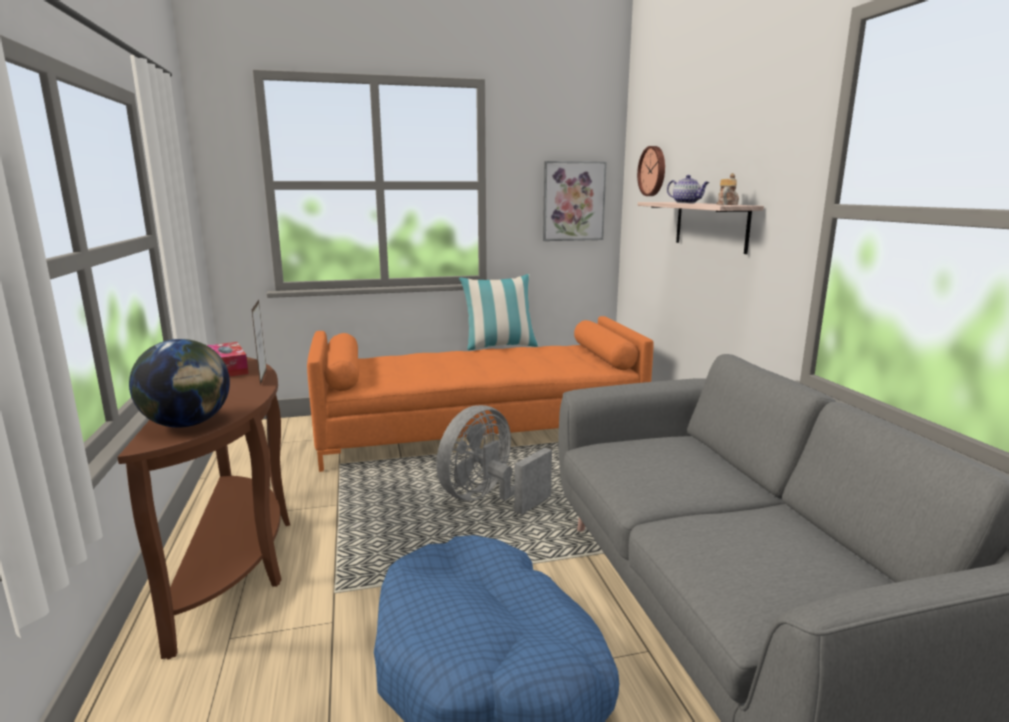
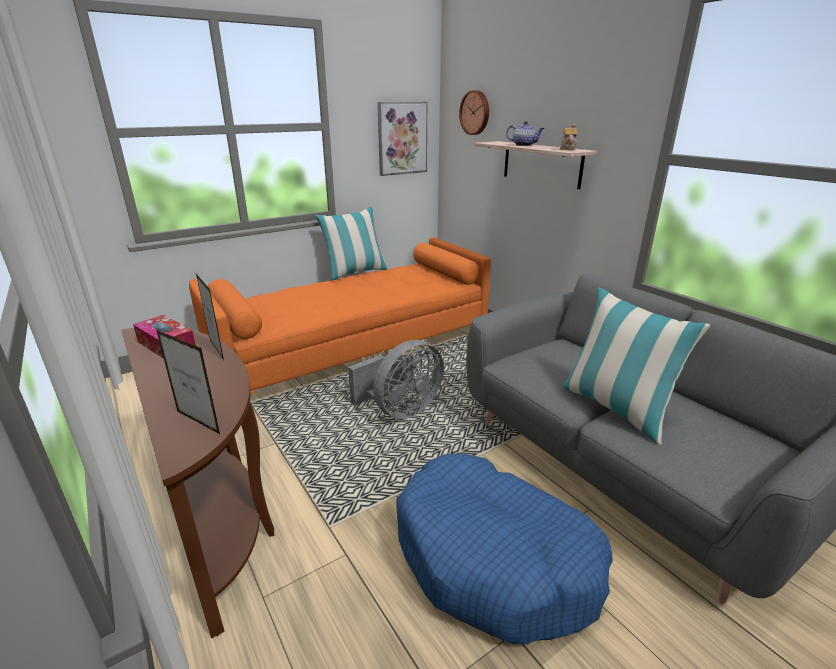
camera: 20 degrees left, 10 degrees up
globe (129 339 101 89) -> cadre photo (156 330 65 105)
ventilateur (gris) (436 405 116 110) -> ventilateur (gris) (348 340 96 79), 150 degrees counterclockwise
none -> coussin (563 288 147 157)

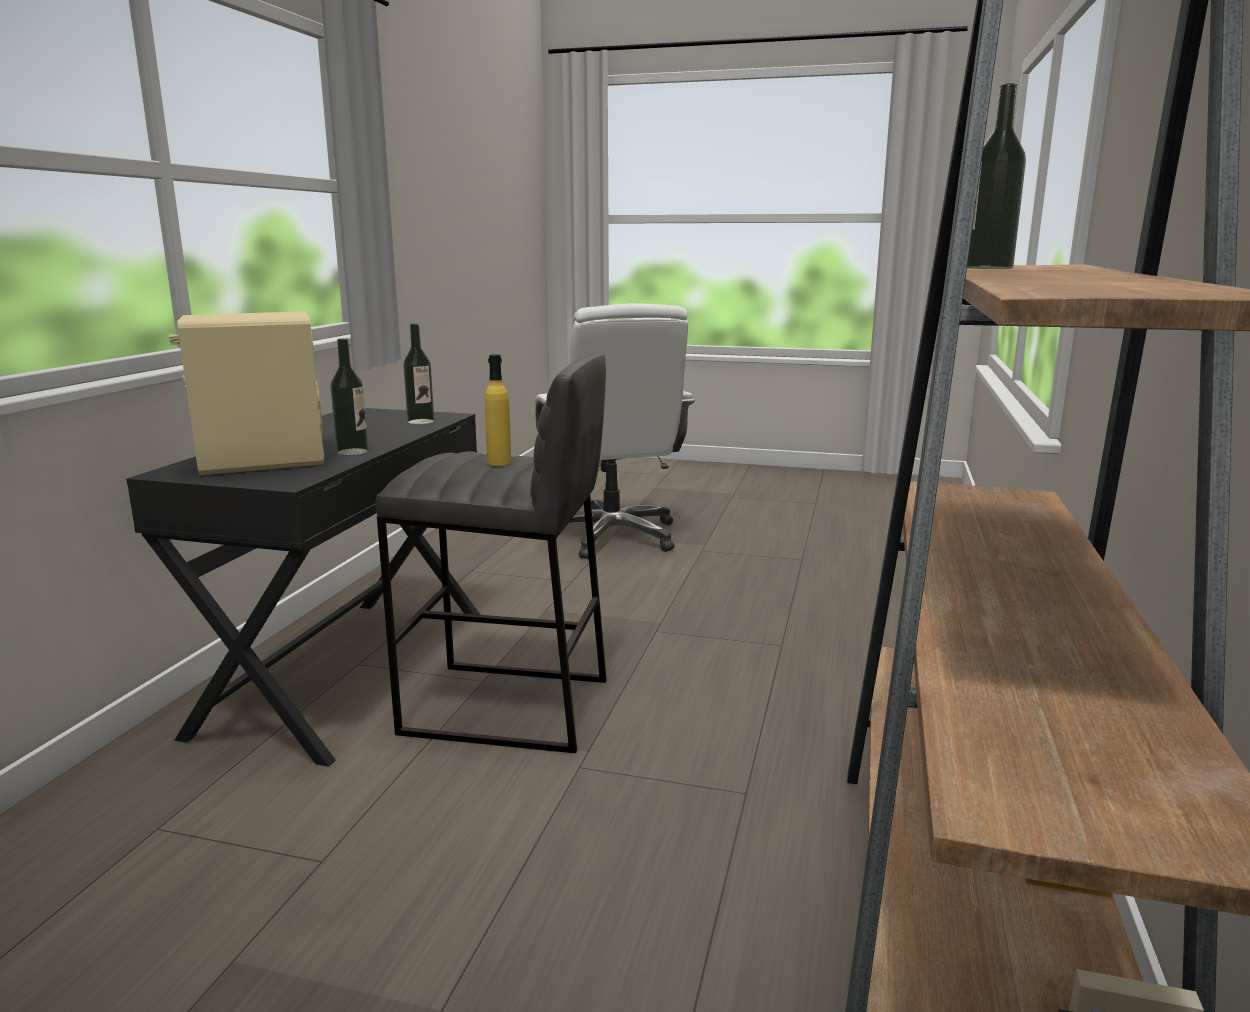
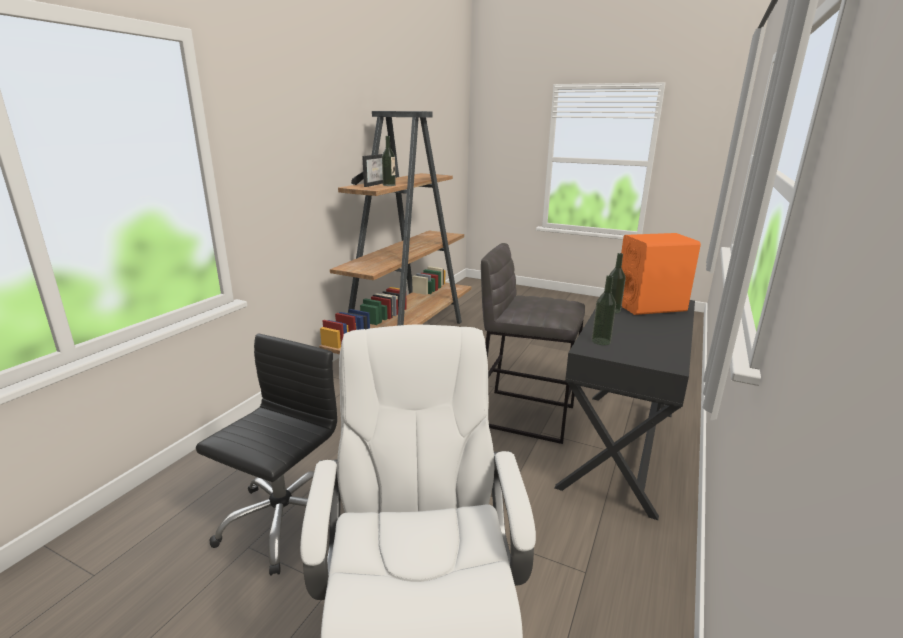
camera: 170 degrees left, 5 degrees up
none -> chaise de bureau (noir) (196 334 145 242)
none -> cadre photo (351 154 32 33)
enceinte (beige) (169 311 155 164) -> enceinte (orange) (621 233 80 82)
bouteille (jaune) (485 354 26 112) -> none

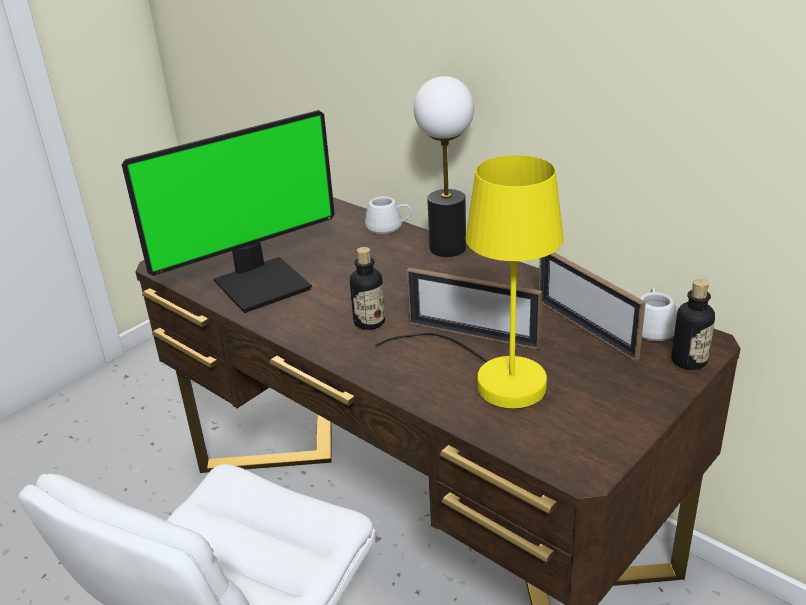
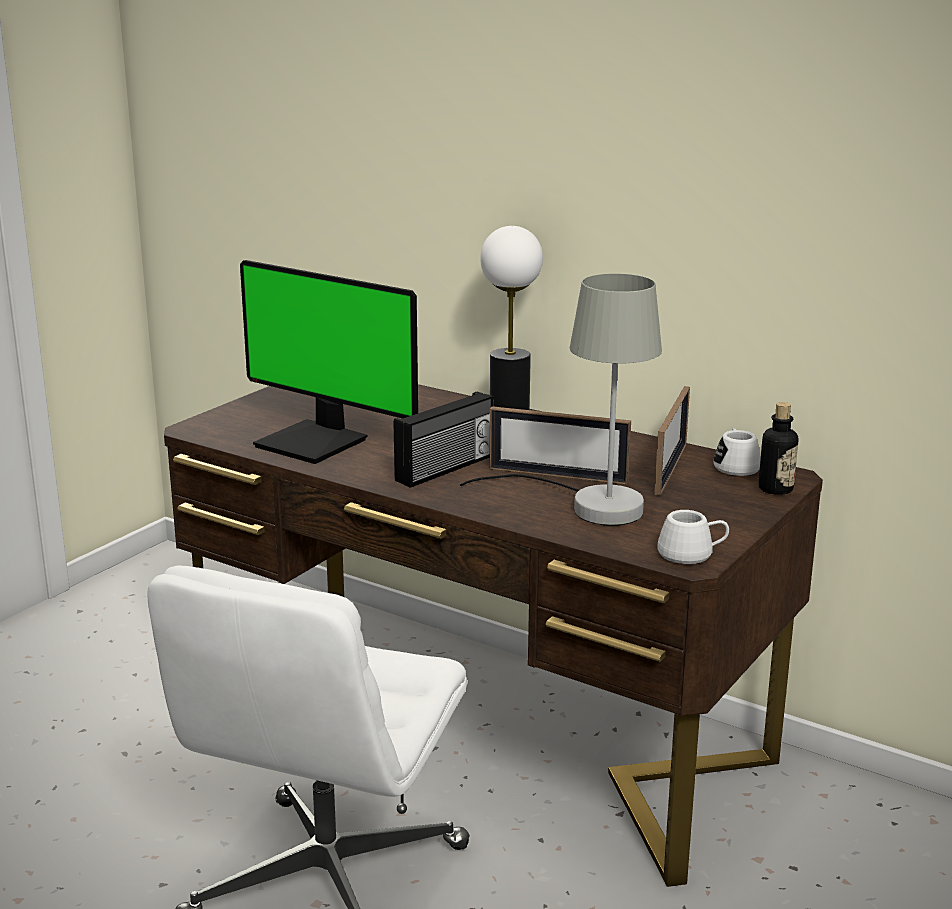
camera: 10 degrees left, 10 degrees down
écran d'ordinateur (122 110 213 203) -> écran d'ordinateur (240 260 178 204), 75 degrees clockwise
bouteille (350 247 35 83) -> radio (394 392 100 96)
lampe de table (jaune) (375 155 189 254) -> lampe de table (gris) (460 274 202 252)
cadre photo (539 252 107 109) -> cadre photo (654 386 36 110), 120 degrees counterclockwise
mug (blanc) (365 196 47 38) -> mug (blanc) (657 510 72 54), move

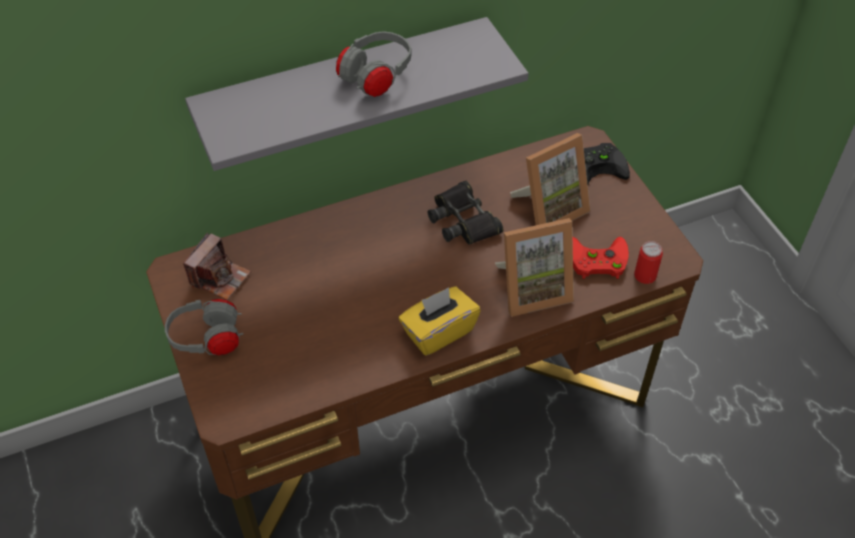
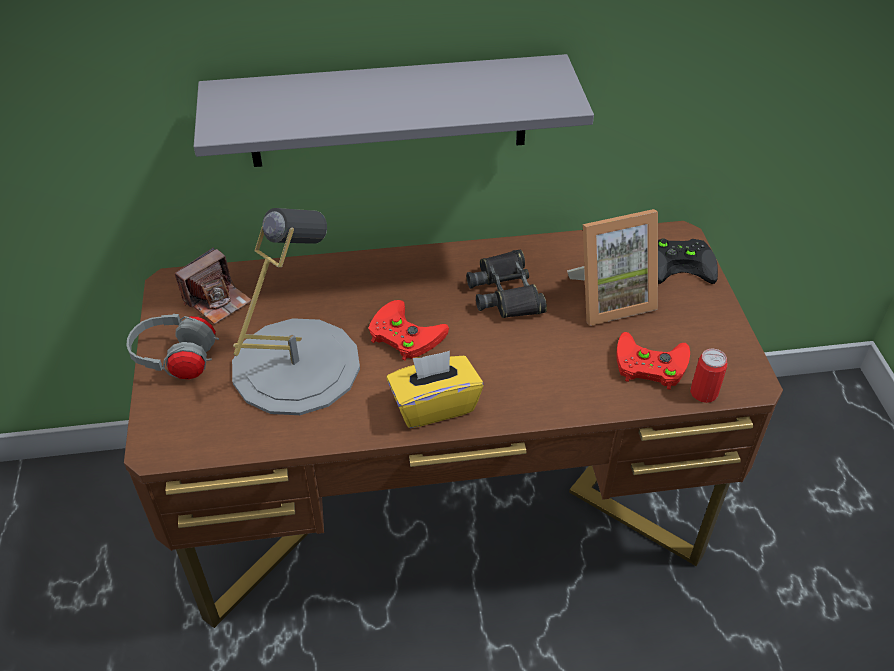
camera: 15 degrees right, 5 degrees down
none -> lampe de table (gris) (232 208 128 207)
none -> manette (rouge) (369 300 80 61)
casque audio (gris) (336 31 75 66) -> none
cadre photo (495 218 79 99) -> none

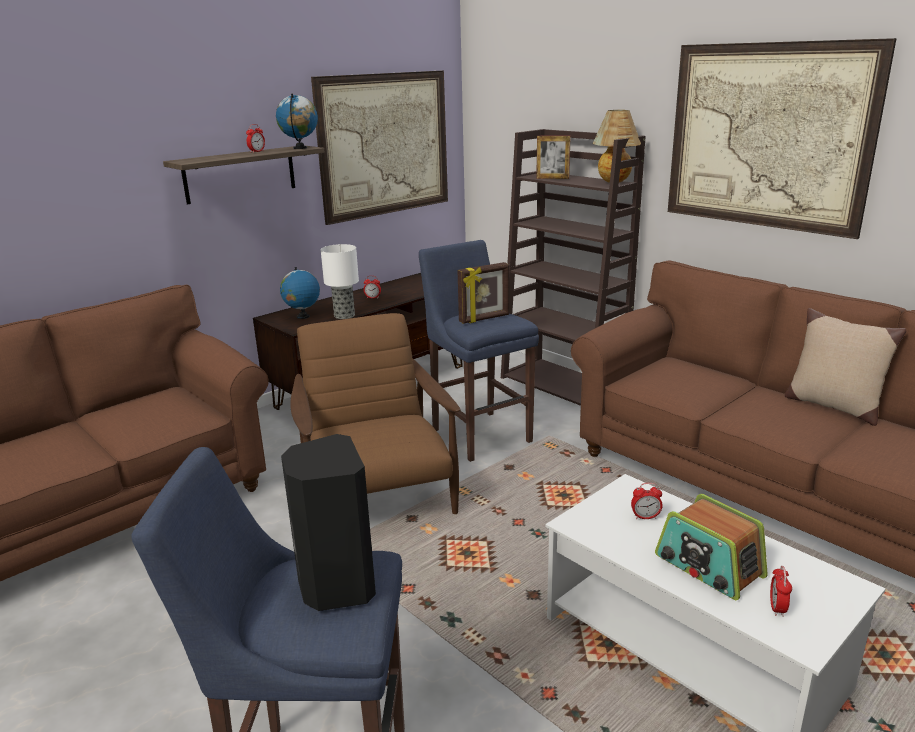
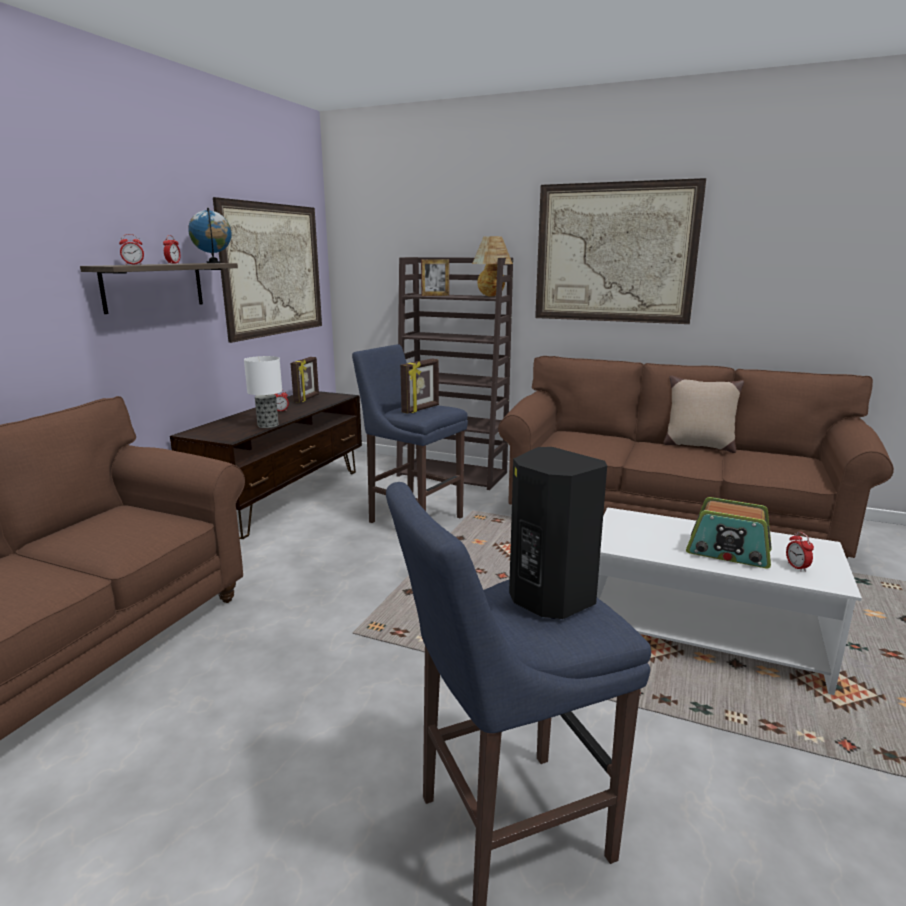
camera: 25 degrees left, 5 degrees down
réveil (631 483 32 36) -> réveil (119 234 25 31), move
none -> cadre photo (290 357 29 46)
globe (280 267 40 52) -> none
fauteuil (marron) (291 313 170 201) -> none

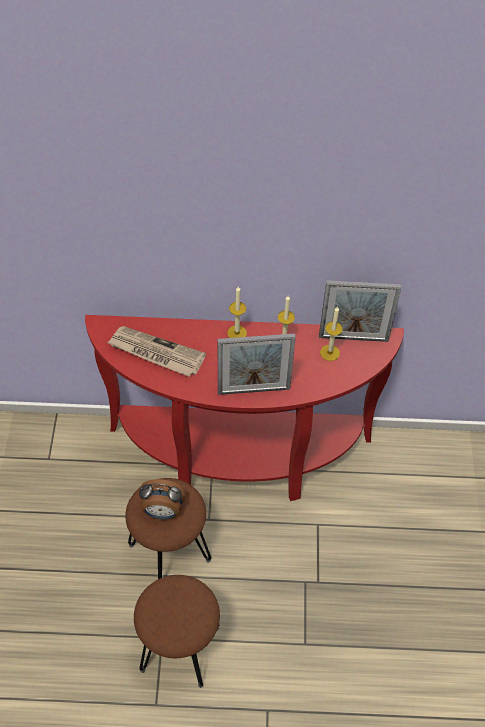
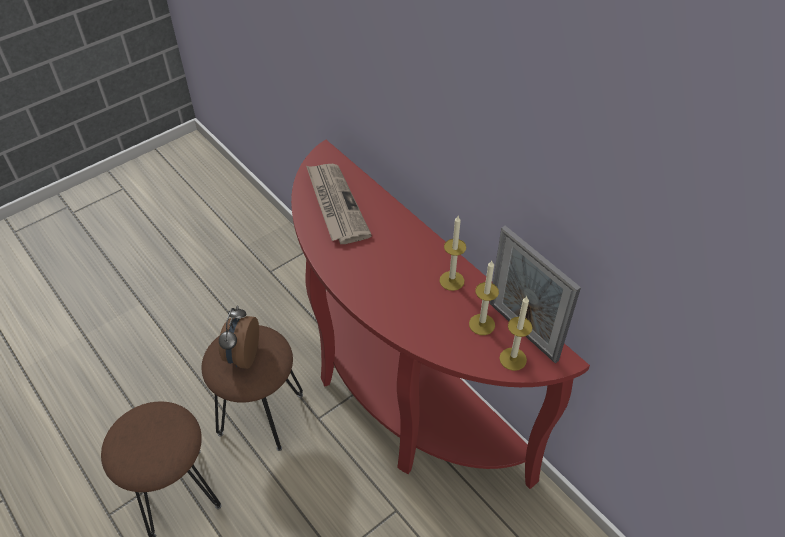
camera: 50 degrees right, 5 degrees down
réveil (139 479 47 40) -> réveil (219 306 40 63), 45 degrees clockwise
bougie (227 286 20 52) -> bougie (499 296 34 75), move
cadre photo (218 334 78 61) -> none

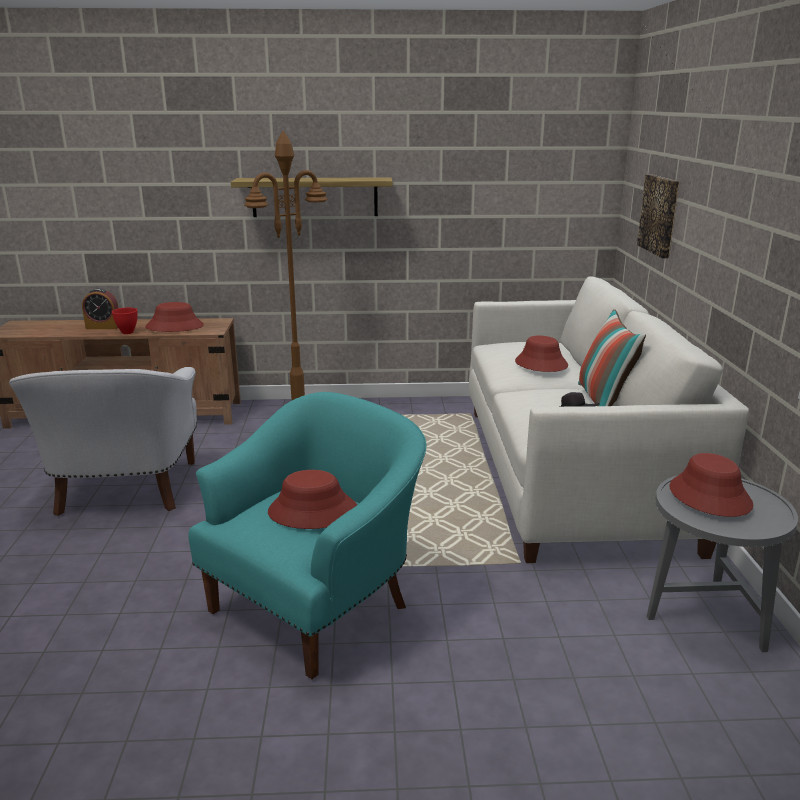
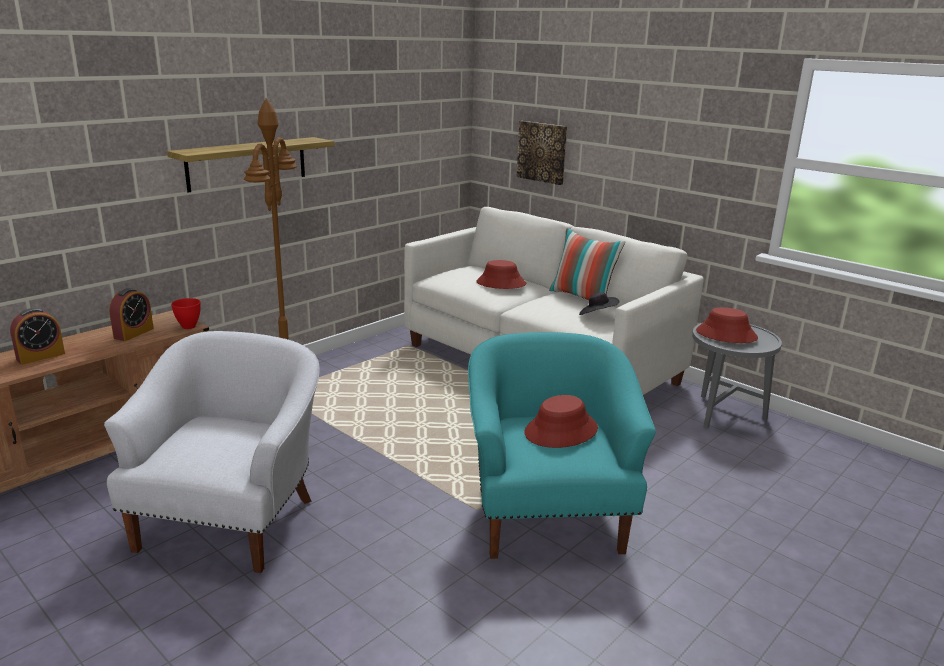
camera: 45 degrees left, 0 degrees up
fauteuil (blanc) (9 367 188 149) -> fauteuil (blanc) (104 331 215 242), 120 degrees counterclockwise
chapeau (rouge) (145 302 59 30) -> réveil (109 288 45 53)
bol (rouge) (112 308 25 26) -> bol (rouge) (171 298 30 31), move

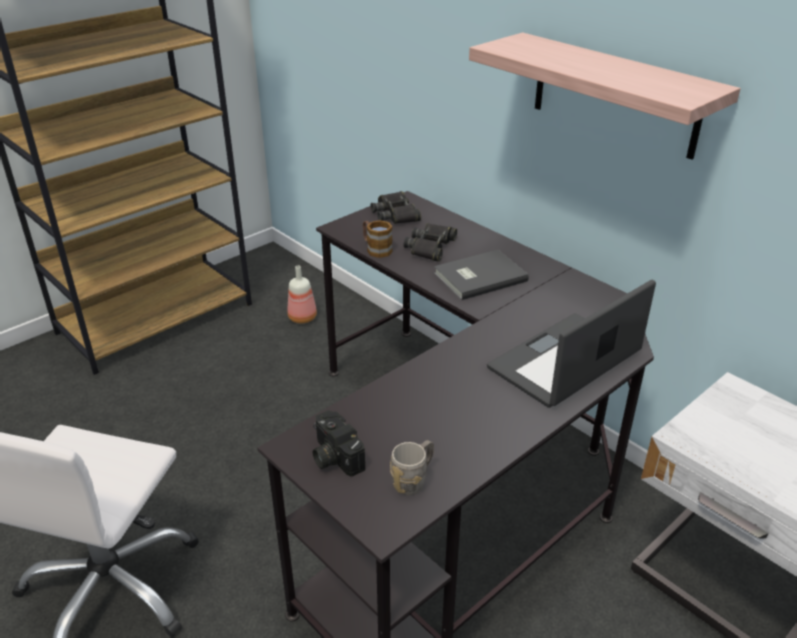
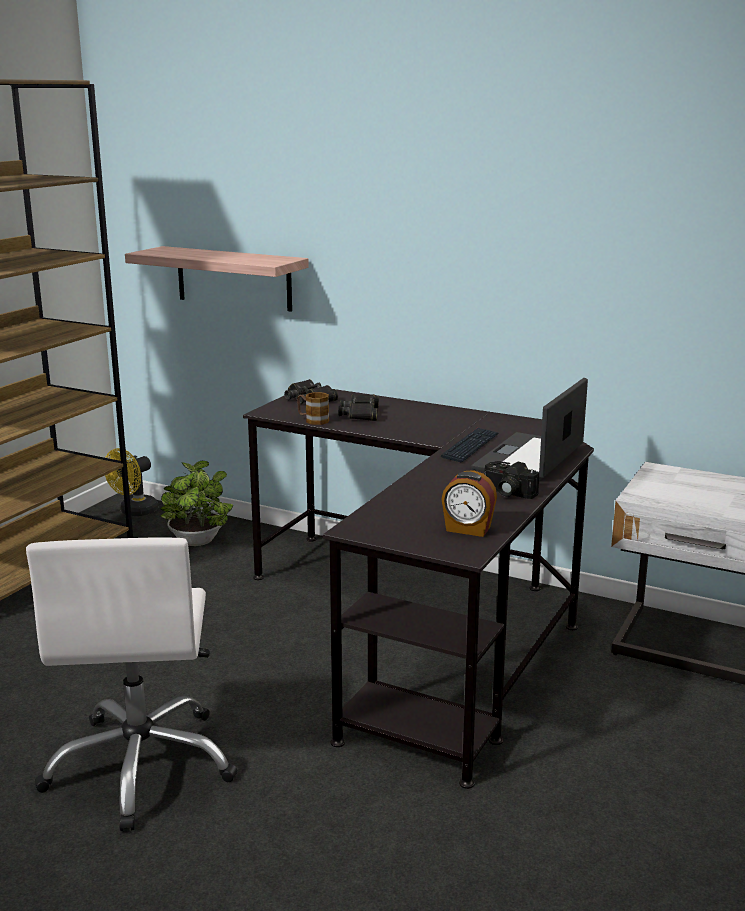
camera: 20 degrees left, 15 degrees down
none -> ventilateur (jaune) (105 448 53 68)
étagère (469 32 272 128) -> étagère (125 246 184 66), move
bouteille (287 266 30 57) -> plante en pot (160 461 73 85)
none -> clavier (441 428 57 34)
mug (gris) (390 440 44 55) -> réveil (441 470 56 67)
appareil photo (313 410 52 67) -> appareil photo (484 461 55 38), move
livre (gris) (434 249 95 51) -> none

